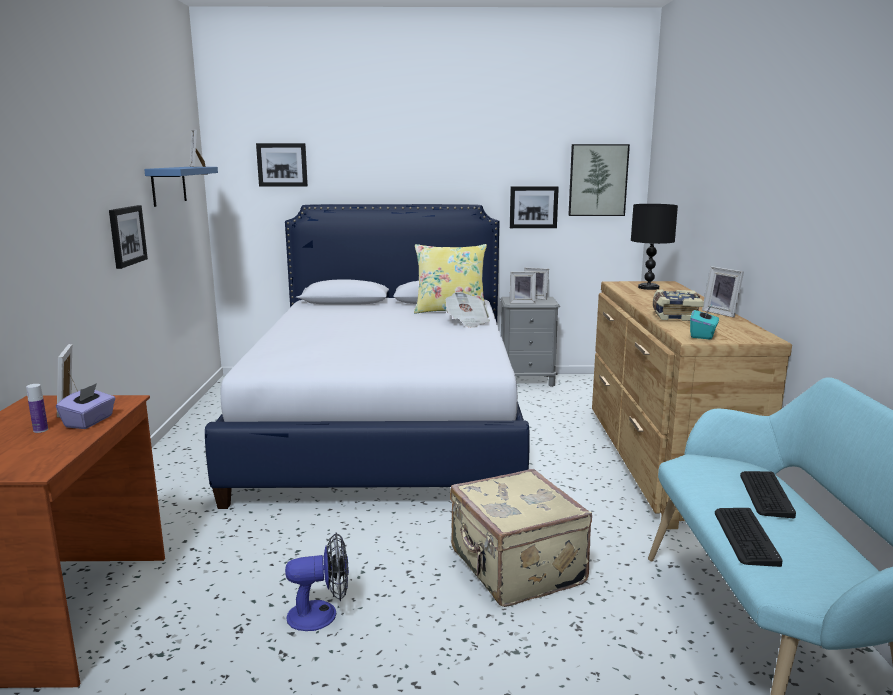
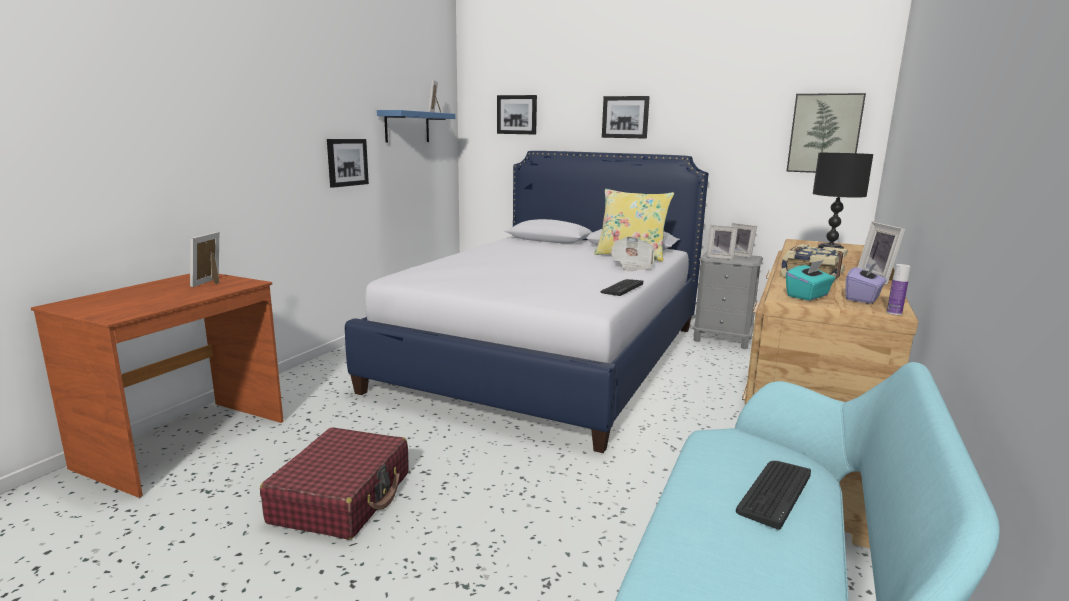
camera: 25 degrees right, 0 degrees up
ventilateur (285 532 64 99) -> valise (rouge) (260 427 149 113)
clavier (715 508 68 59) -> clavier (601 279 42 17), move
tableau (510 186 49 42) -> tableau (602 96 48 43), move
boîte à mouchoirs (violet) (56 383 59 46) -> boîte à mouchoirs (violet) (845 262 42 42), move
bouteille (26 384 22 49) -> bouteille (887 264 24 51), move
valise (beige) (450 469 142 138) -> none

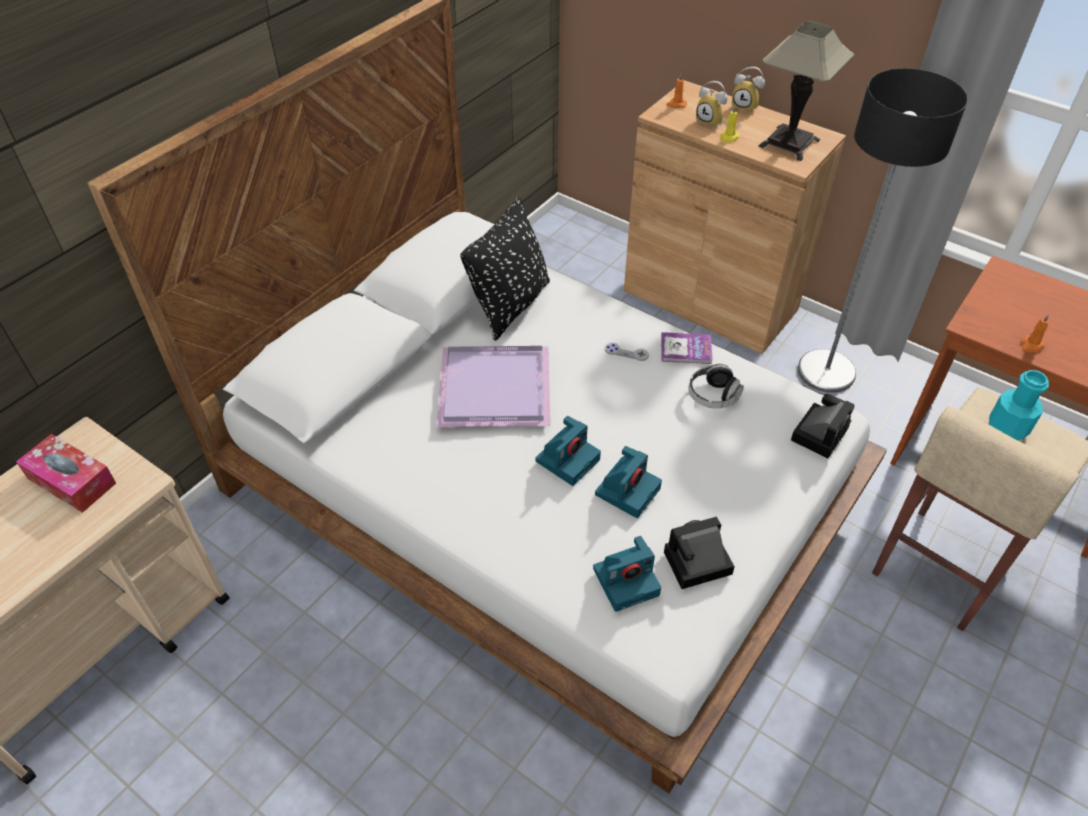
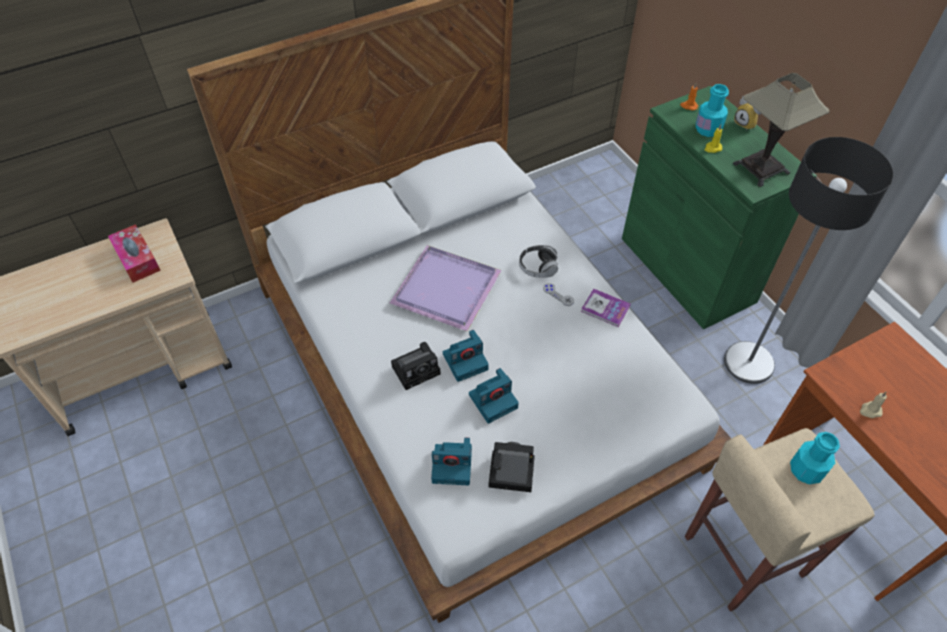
camera: 25 degrees right, 5 degrees up
appareil photo (791 394 64 65) -> appareil photo (391 342 50 48), move
casque audio (688 363 56 45) -> casque audio (519 245 39 33), move
meuble de rangement (marron) (624 80 222 274) -> meuble de rangement (vert) (622 86 195 243)
réveil (696 81 32 47) -> bouteille (turquoise) (696 84 33 53)
bougie (orange) (1021 314 28 38) -> bougie (beige) (860 392 27 26)
coussin (noir) (460 197 90 144) -> none

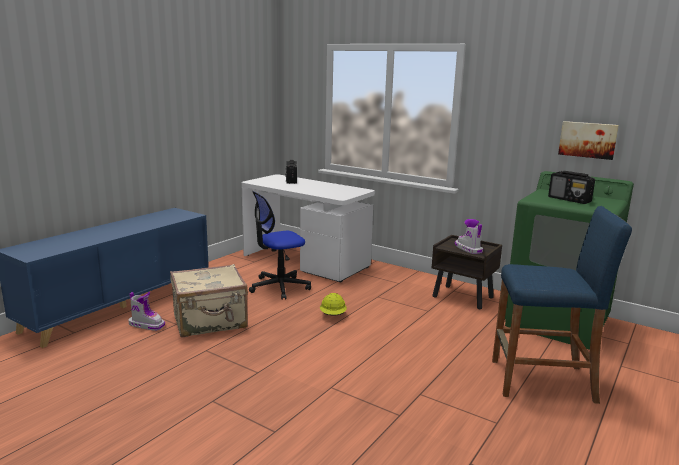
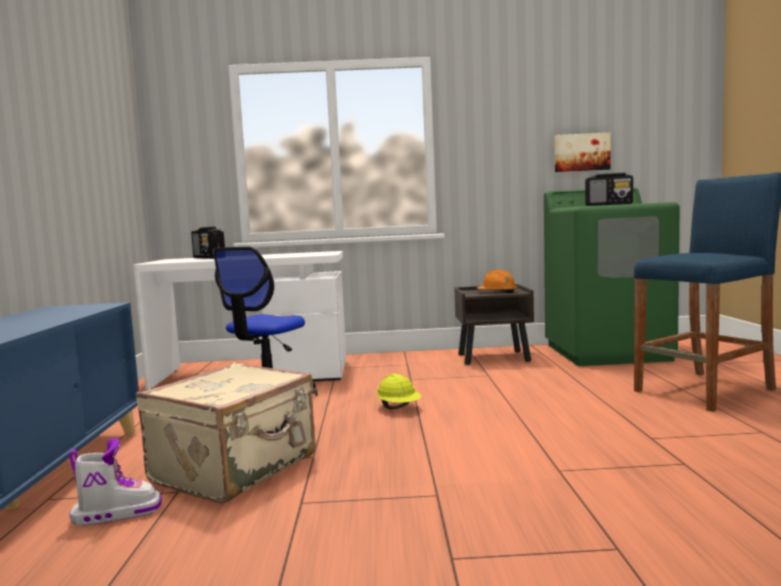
camera: 35 degrees left, 10 degrees down
botte (455 219 28 35) -> casque de chantier (orange) (477 269 40 24)

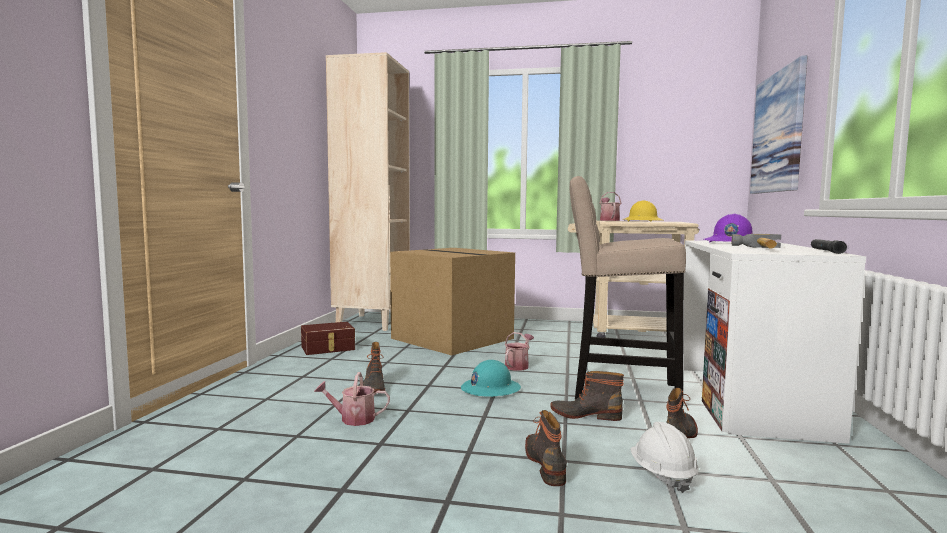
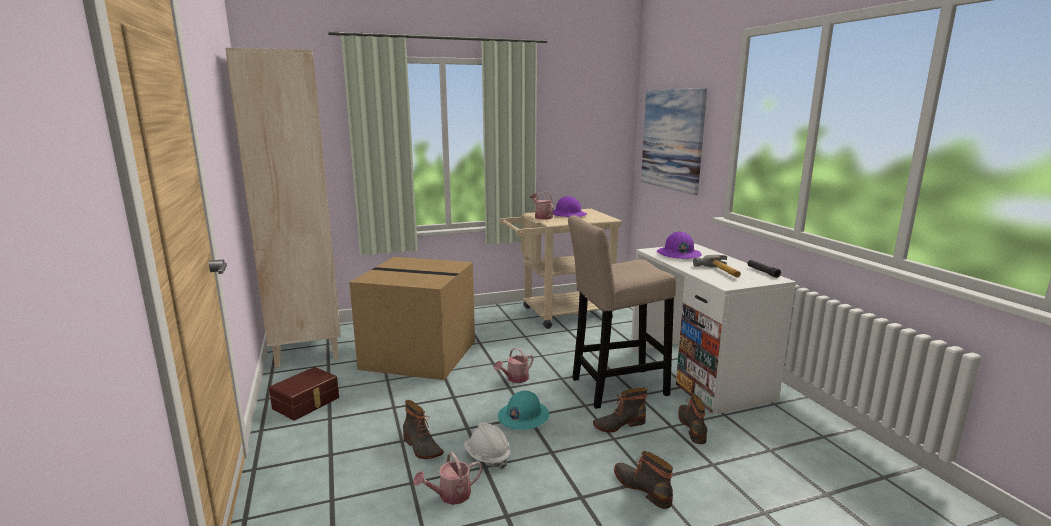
camera: 30 degrees left, 10 degrees up
casque de chantier (blanc) (630 422 69 71) -> casque de chantier (blanc) (464 422 47 47), move
arrosoir (505 332 29 39) -> arrosoir (494 348 40 35), 135 degrees counterclockwise
casque de chantier (jaune) (625 200 39 22) -> casque de chantier (violet) (553 196 34 21)

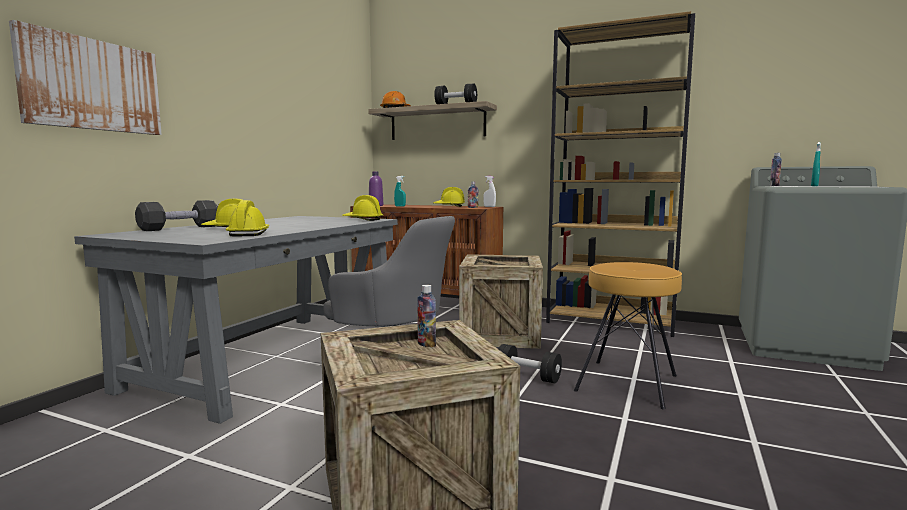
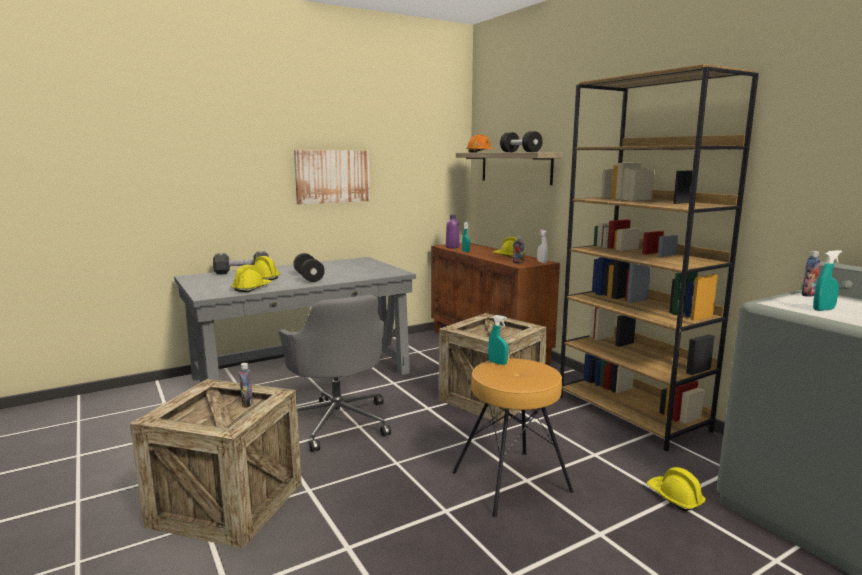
camera: 35 degrees right, 5 degrees up
haltère (noir) (499 344 63 39) -> haltère (noir) (293 253 32 29), move
tableau (9 20 153 115) -> tableau (294 150 76 54), move
none -> vaporisateur (turquoise) (488 315 20 50)
casque de chantier (jaune) (342 195 41 26) -> casque de chantier (jaune) (647 467 59 44), move

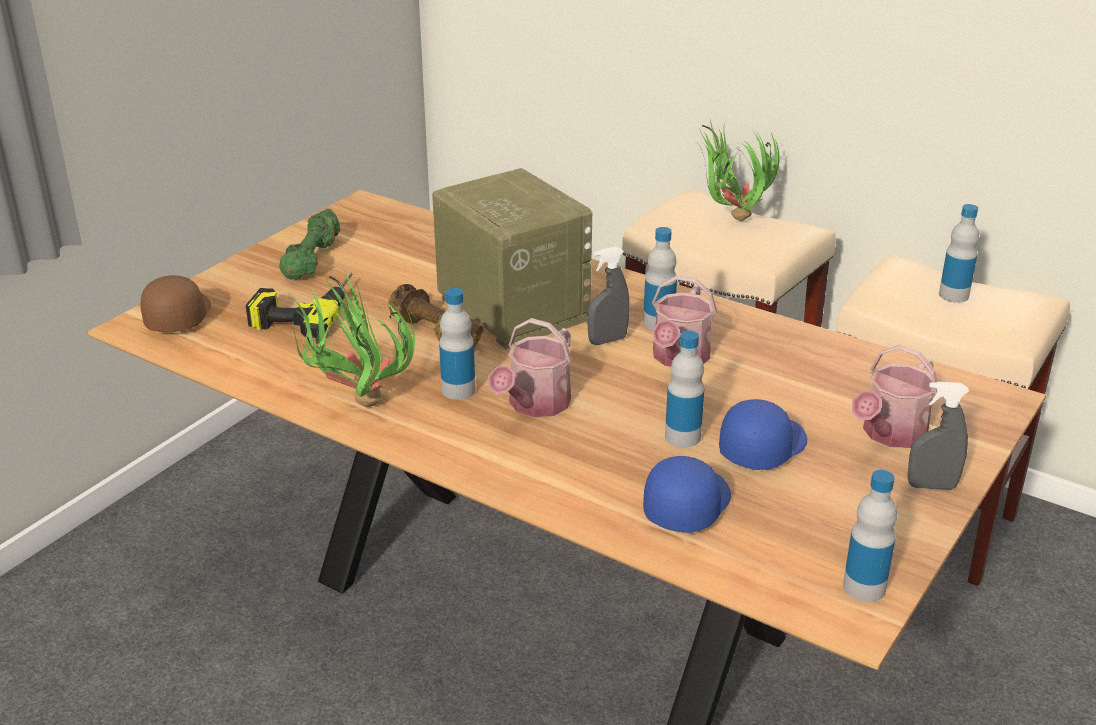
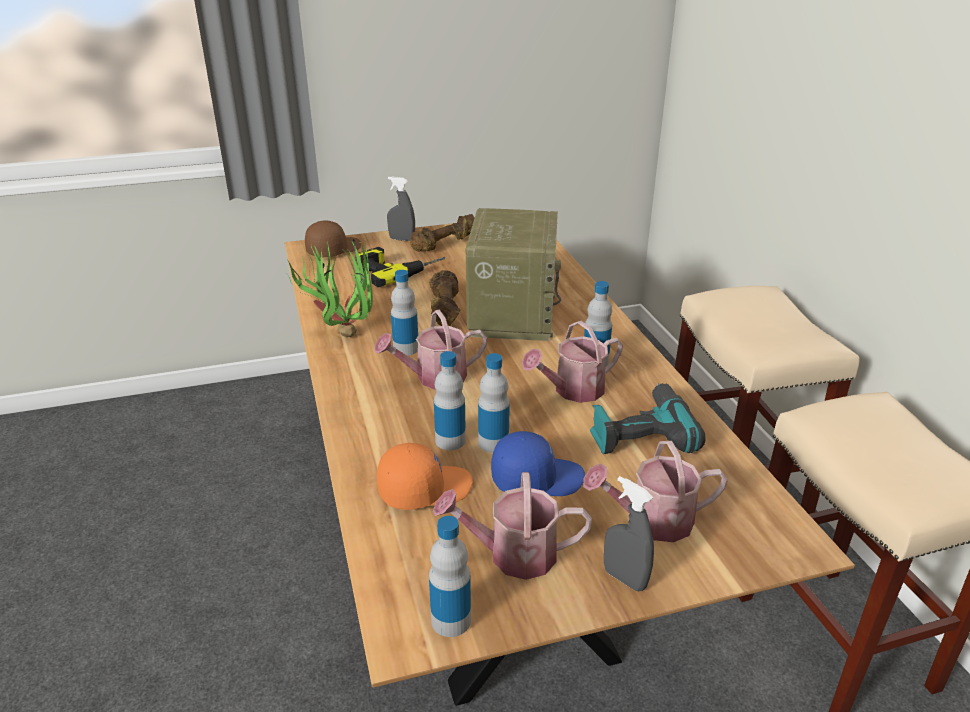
camera: 40 degrees right, 0 degrees up
casquette (bleu) (643 456 88 77) -> casquette (orange) (377 443 96 67)
vaporisateur (gris) (587 246 42 99) -> vaporisateur (gris) (387 177 28 64), move
haltère (vert) (279 209 61 71) -> haltère (marron) (410 214 64 38)
none -> arrosoir (433 472 159 108)
bouteille (939 204 40 99) -> bouteille (434 351 32 99), move
none -> perceuse (590 383 115 71)
plante en pot (696 120 83 101) -> none

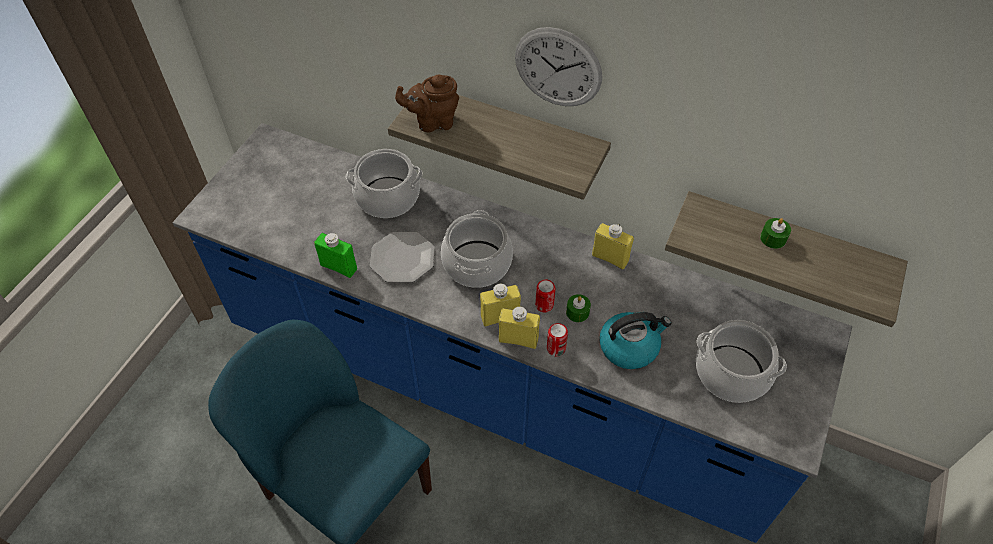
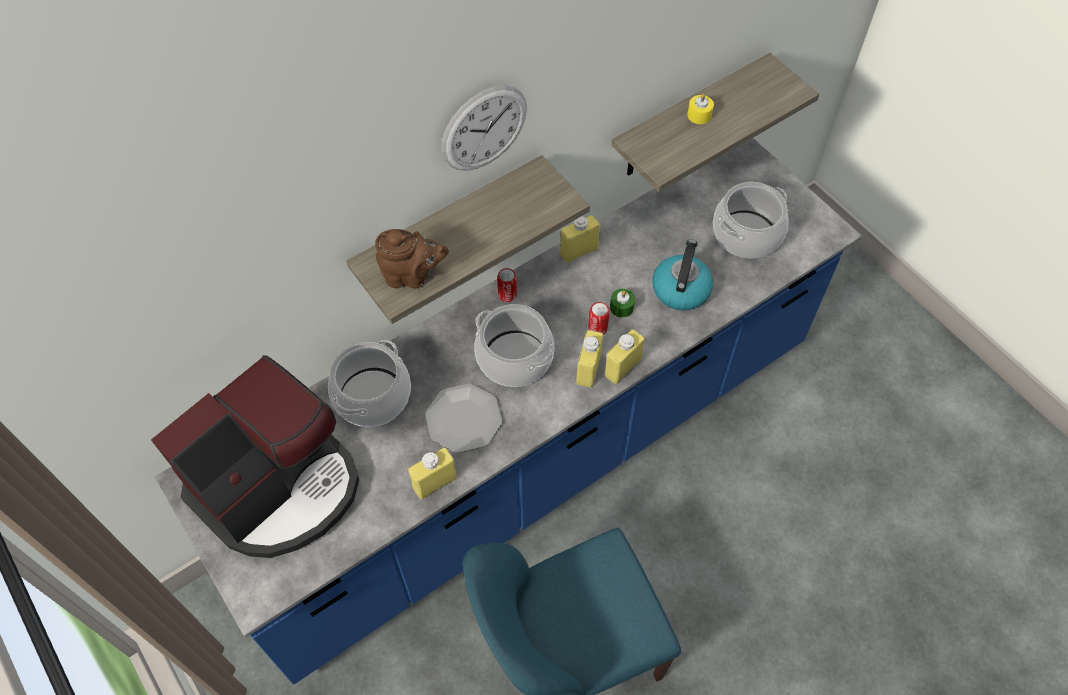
camera: 60 degrees left, 5 degrees up
none -> machine à café (151 355 208 203)
théière (marron) (395 75 64 57) -> théière (marron) (375 229 74 59), 105 degrees counterclockwise
bouteille (vert) (314 233 43 45) -> bouteille (jaune) (408 447 49 53)
boîte métallique (547 323 21 34) -> boîte métallique (497 268 20 34), move
bougie (vert) (760 218 31 31) -> bougie (jaune) (687 94 27 30)

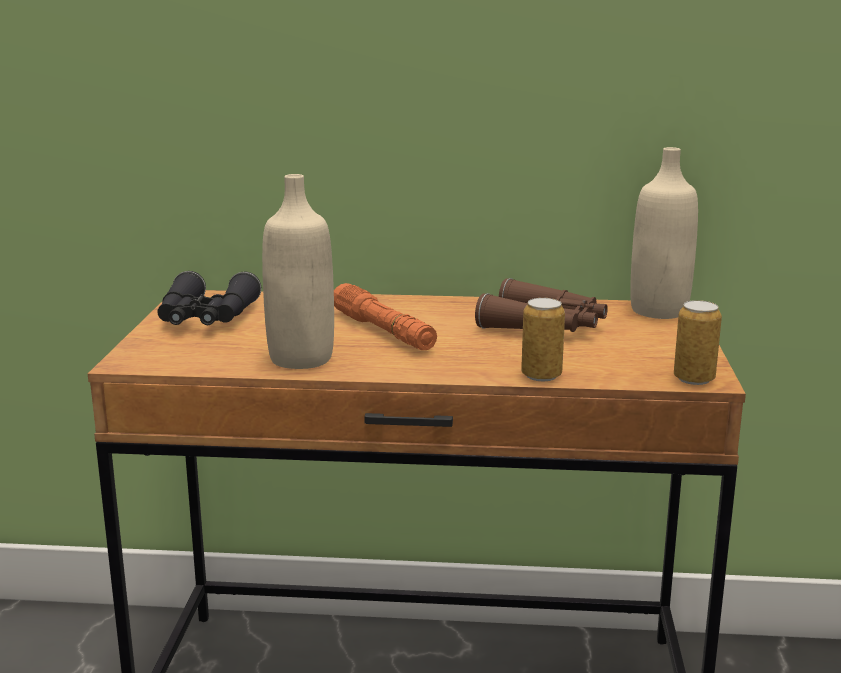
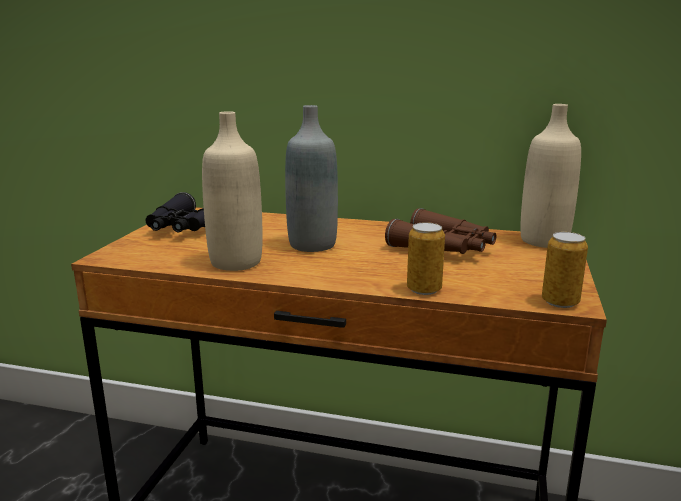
camera: 10 degrees right, 0 degrees up
lampe de poche (orange) (334 283 103 67) -> bouteille (gris) (285 105 53 147)

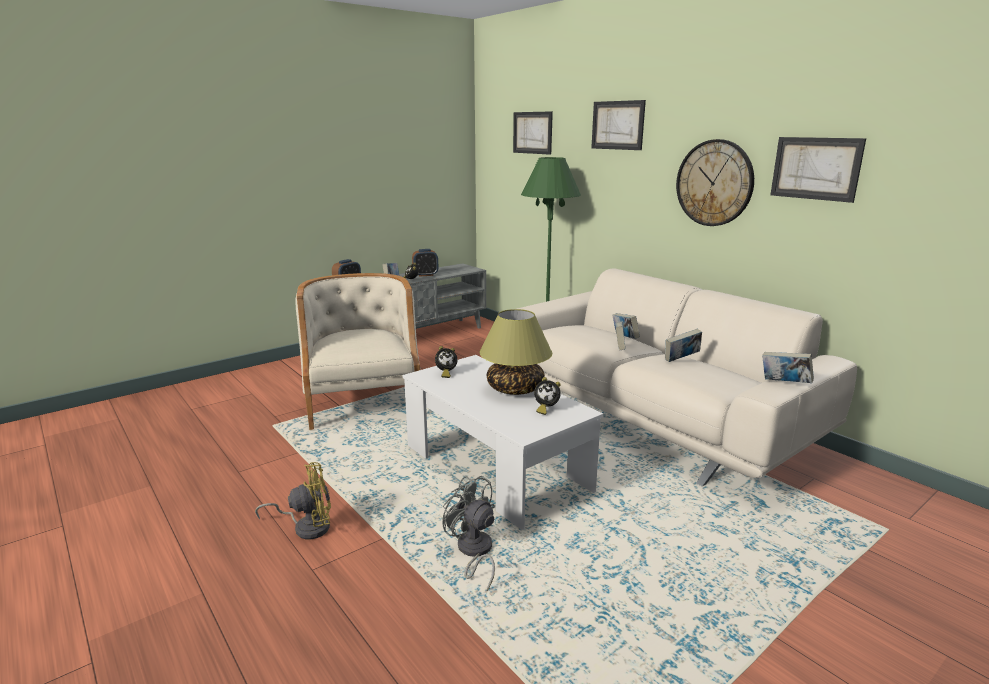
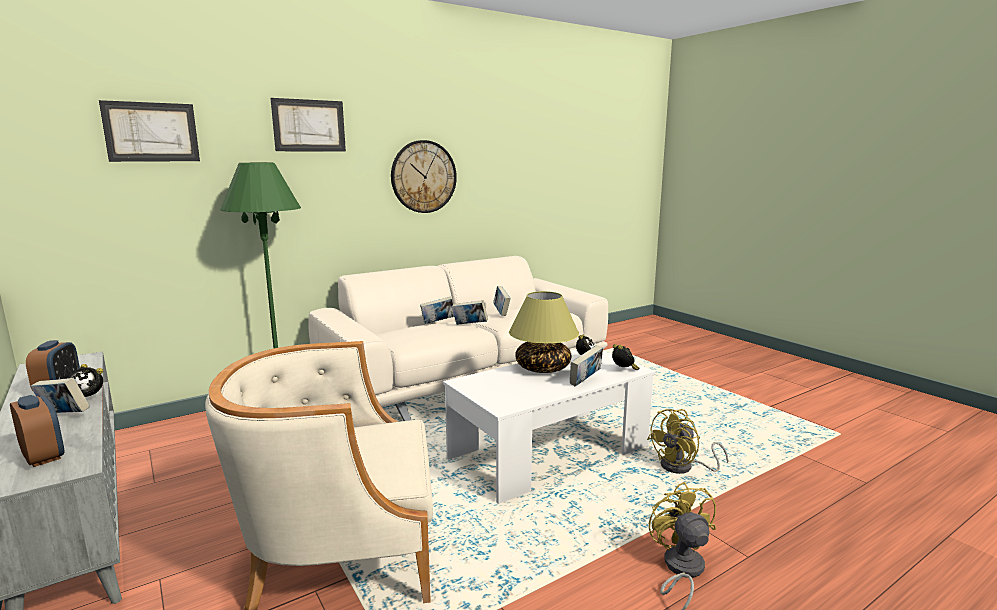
camera: 85 degrees left, 5 degrees down
livre (762 352 52 31) -> livre (570 345 33 42), move
réveil (435 346 22 32) -> réveil (612 344 27 26), move
ventilateur (gris) (442 475 53 116) -> ventilateur (jaune) (647 409 81 65)
tableau (770 137 96 66) -> none

